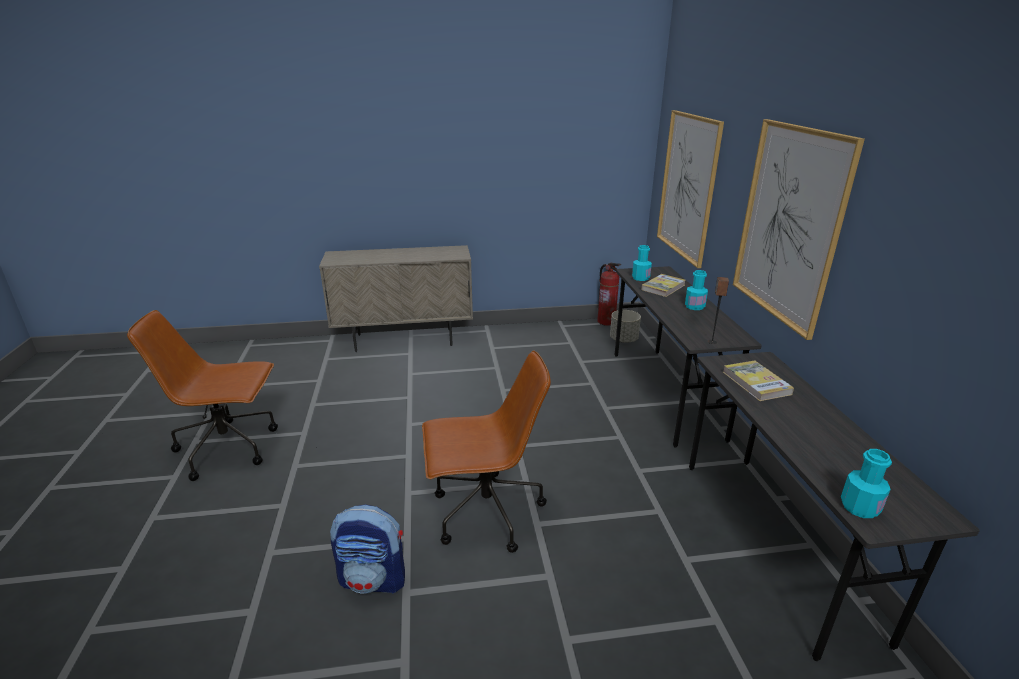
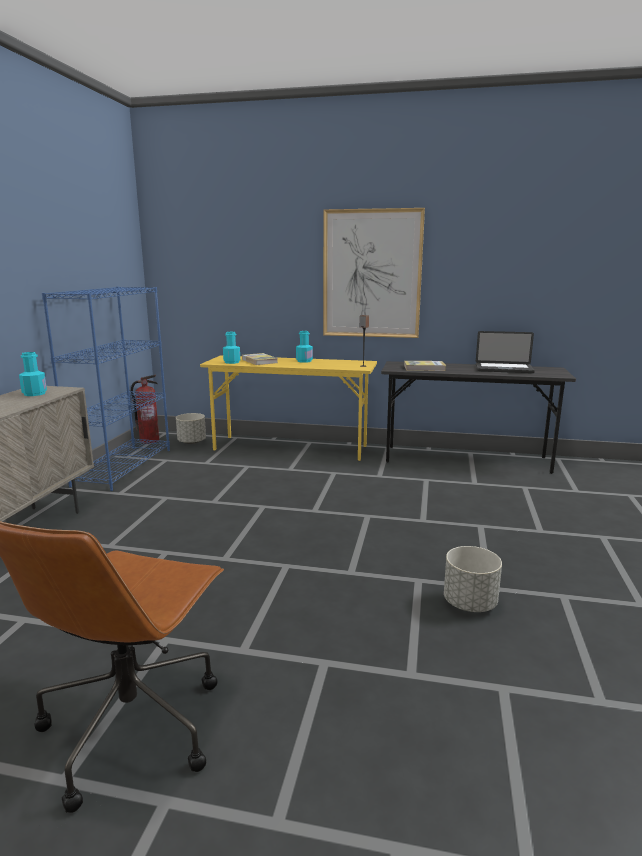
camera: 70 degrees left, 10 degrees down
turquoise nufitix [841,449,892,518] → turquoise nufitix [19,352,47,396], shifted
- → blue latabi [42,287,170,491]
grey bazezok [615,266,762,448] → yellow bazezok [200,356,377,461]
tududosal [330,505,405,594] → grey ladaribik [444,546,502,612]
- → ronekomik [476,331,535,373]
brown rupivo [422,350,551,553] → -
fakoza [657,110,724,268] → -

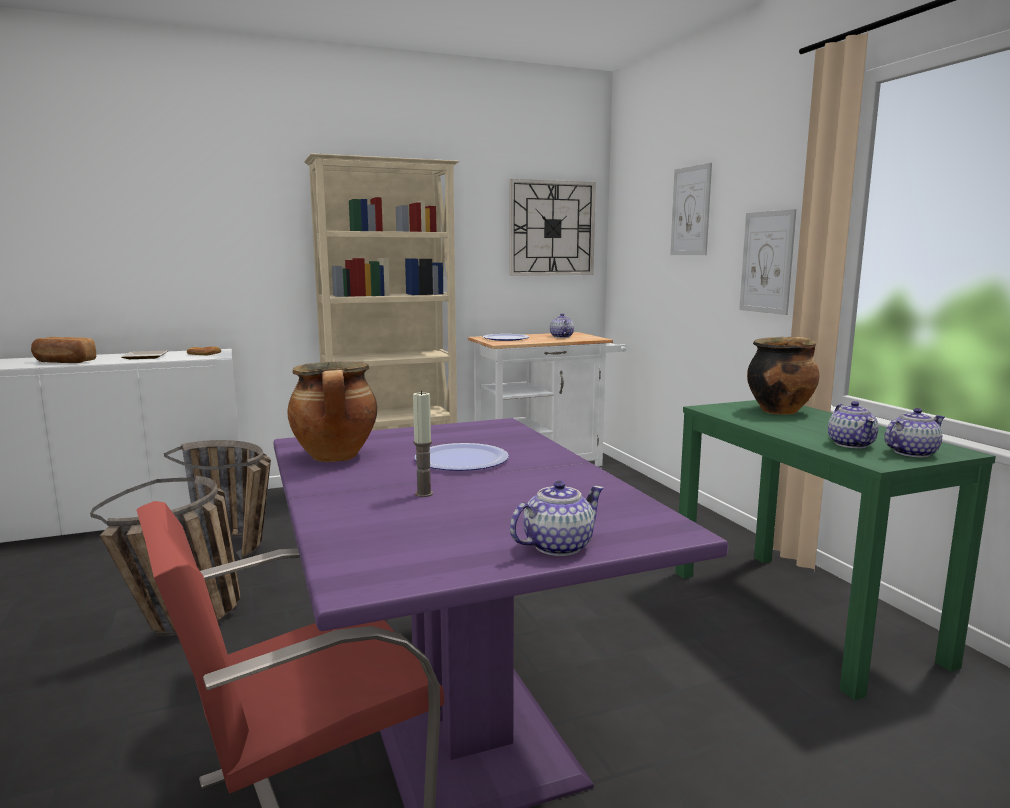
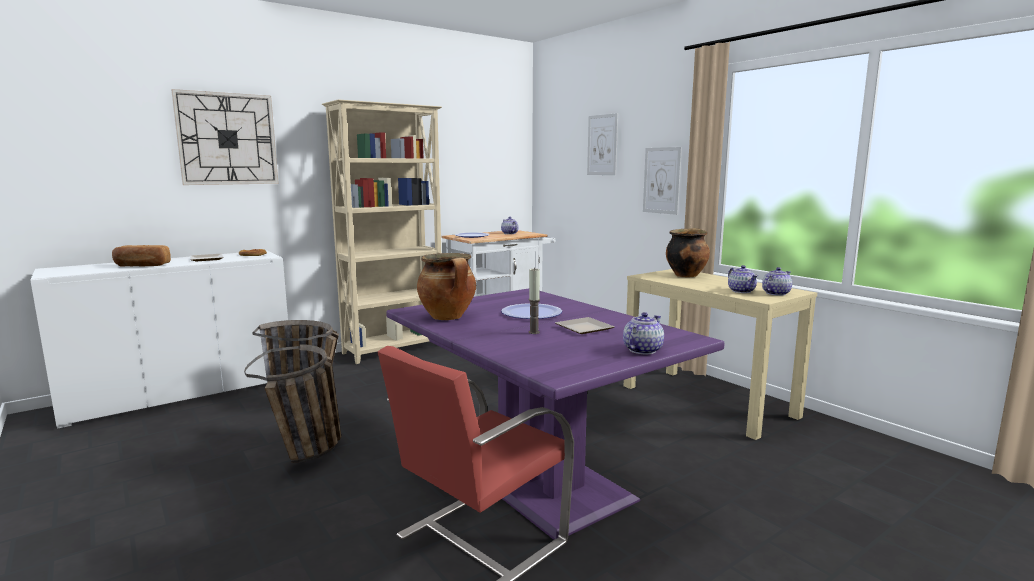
camera: 15 degrees left, 0 degrees up
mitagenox [509,179,596,276] → mitagenox [171,89,279,185], shifted
- → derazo [555,317,614,334]
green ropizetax [675,400,996,700] → beige ropizetax [624,269,817,440]

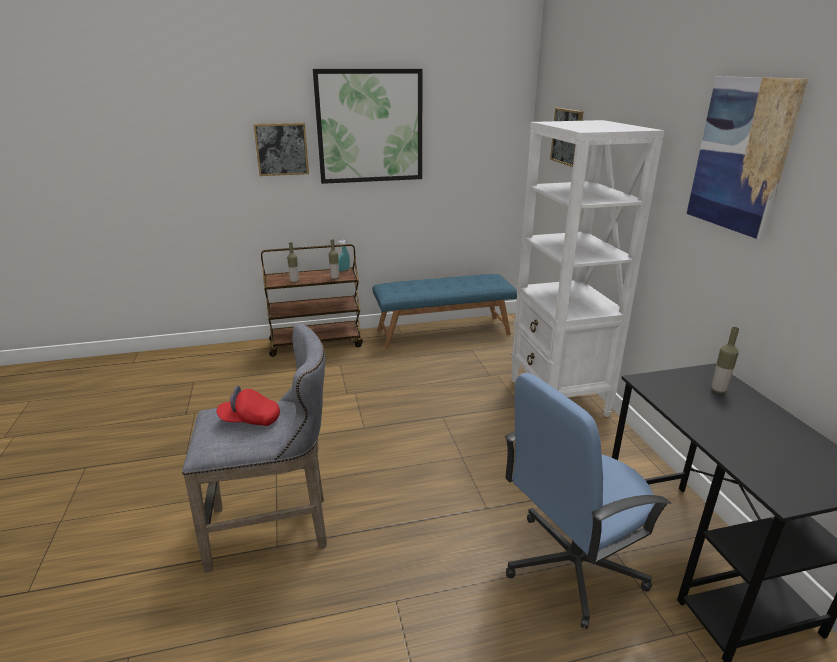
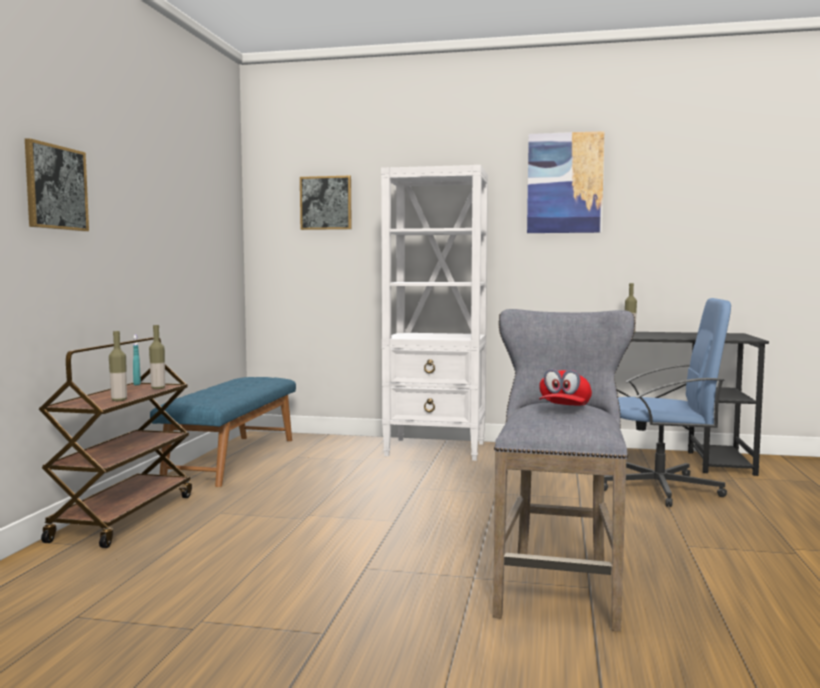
camera: 65 degrees left, 20 degrees down
blue rupivo [505,373,671,629] → blue rupivo [604,298,731,507], 75 degrees counterclockwise
fakoza [313,69,422,184] → -

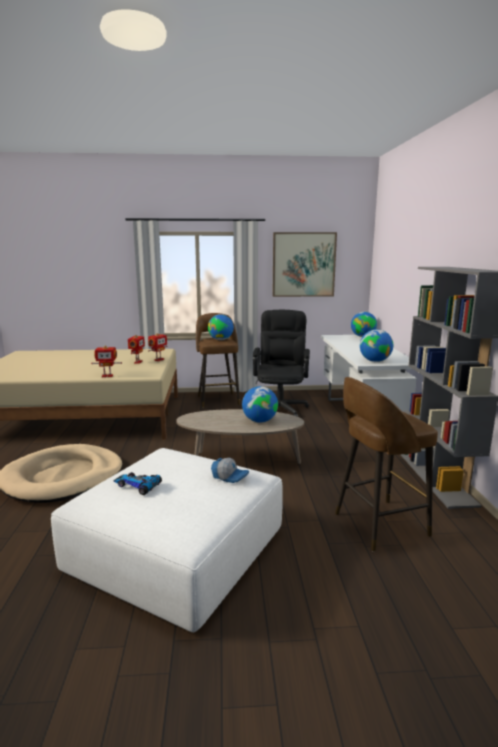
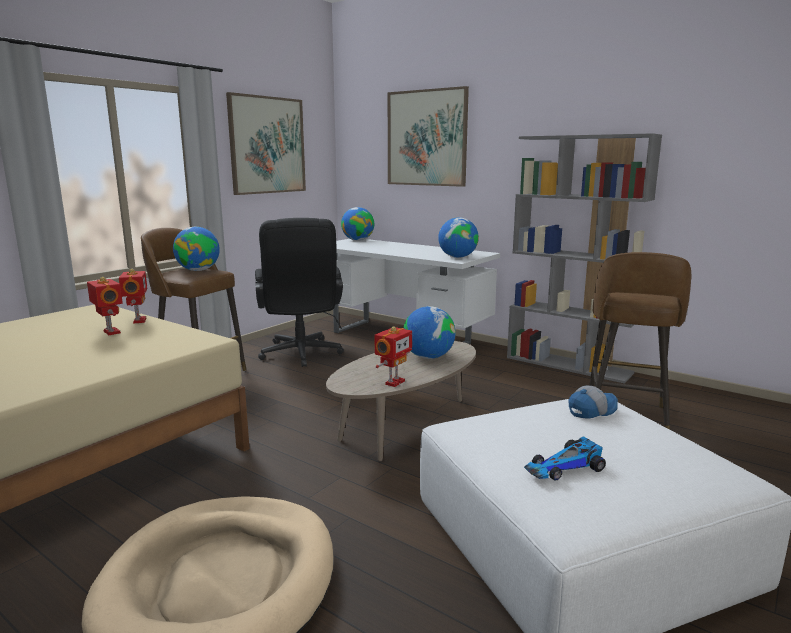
camera: 50 degrees left, 0 degrees up
black rupivo [253,310,310,417] → black rupivo [255,218,344,367], 150 degrees counterclockwise
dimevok [91,345,122,378] → dimevok [375,326,412,387], shifted
- → fakoza [388,86,469,187]

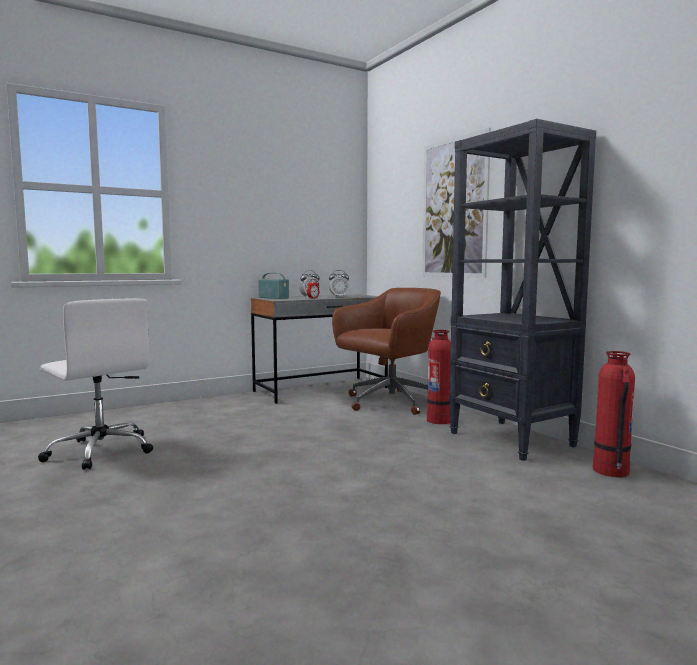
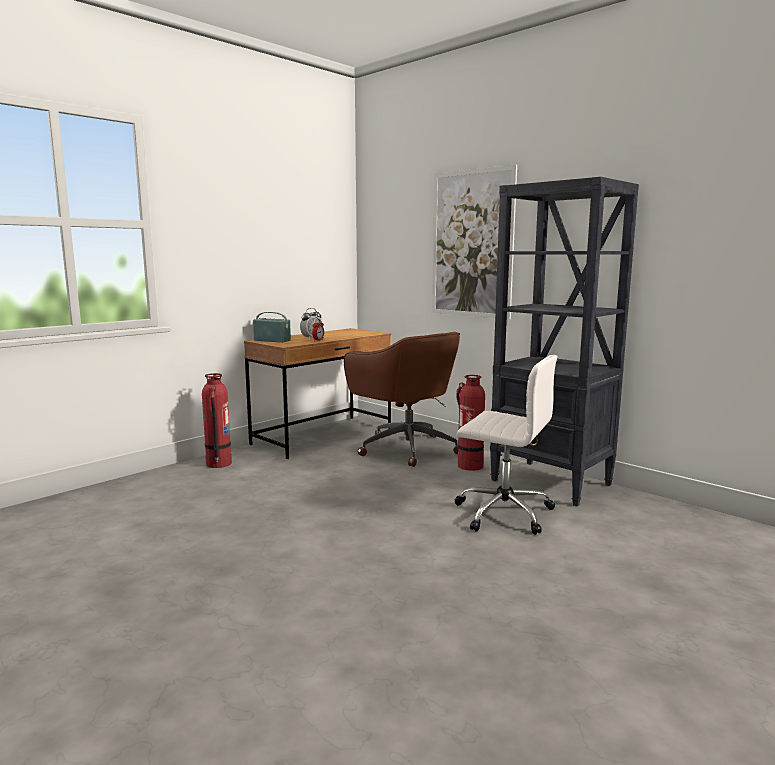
camera: 15 degrees left, 5 degrees up
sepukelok [593,351,635,477] → sepukelok [202,373,232,468], shifted
grey bazezok [251,295,388,404] → brown bazezok [244,328,391,459]
brown rupivo [332,288,441,415] → brown rupivo [344,332,460,467], 105 degrees clockwise
white rupivo [38,298,153,470] → white rupivo [455,355,557,535], shifted
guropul [329,270,349,297] → -

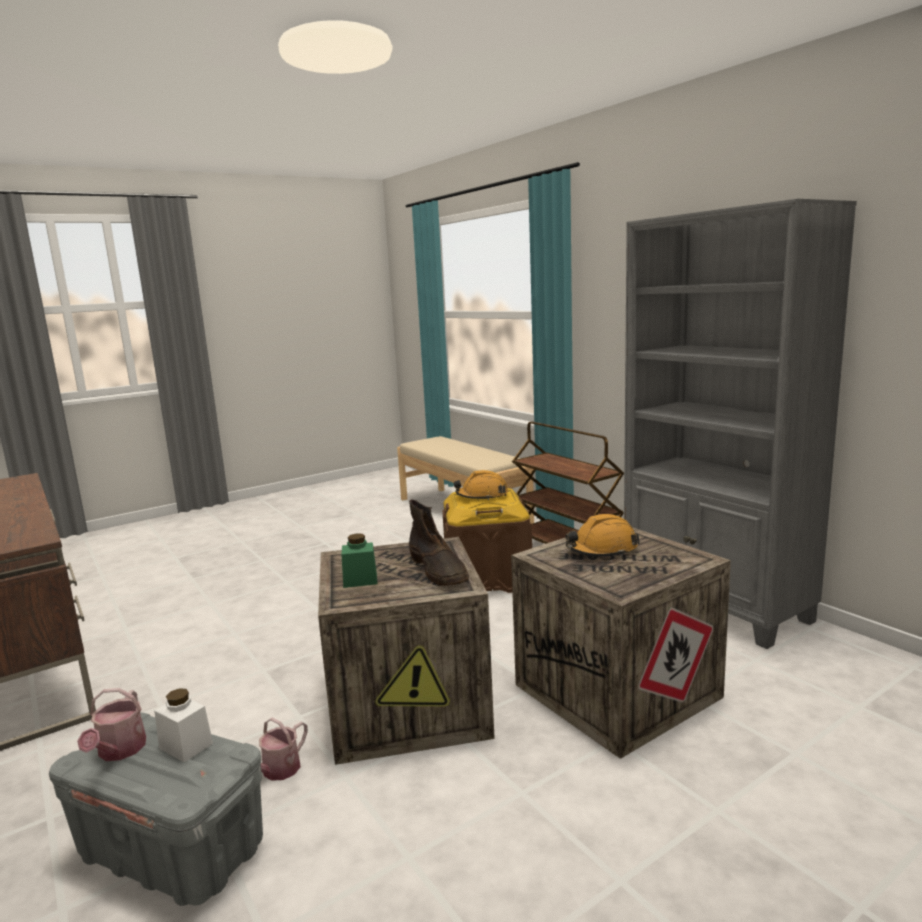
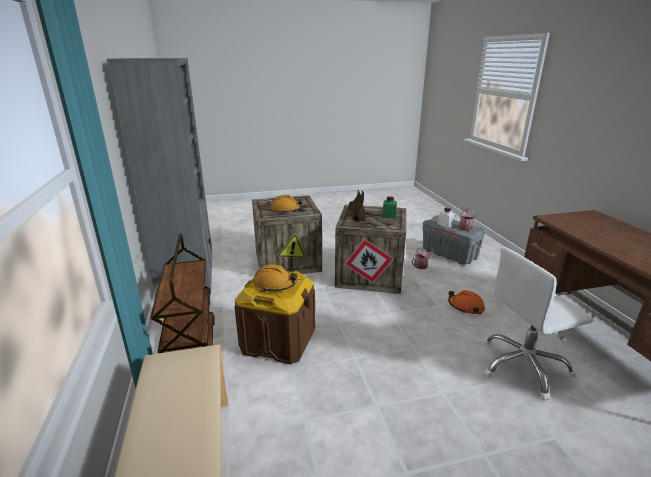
camera: 160 degrees left, 10 degrees up
- → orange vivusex [448,290,485,314]
- → white rupivo [483,247,593,400]

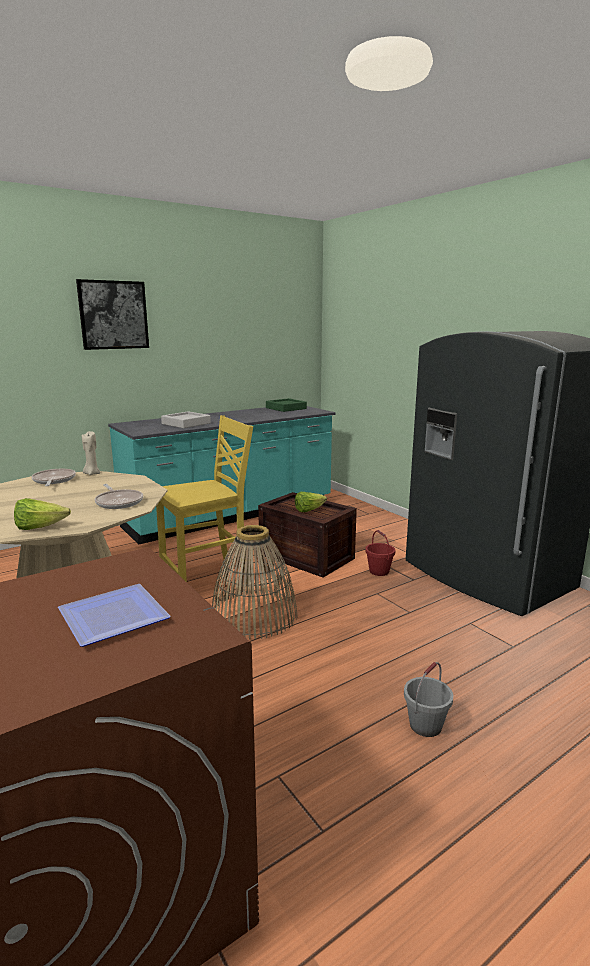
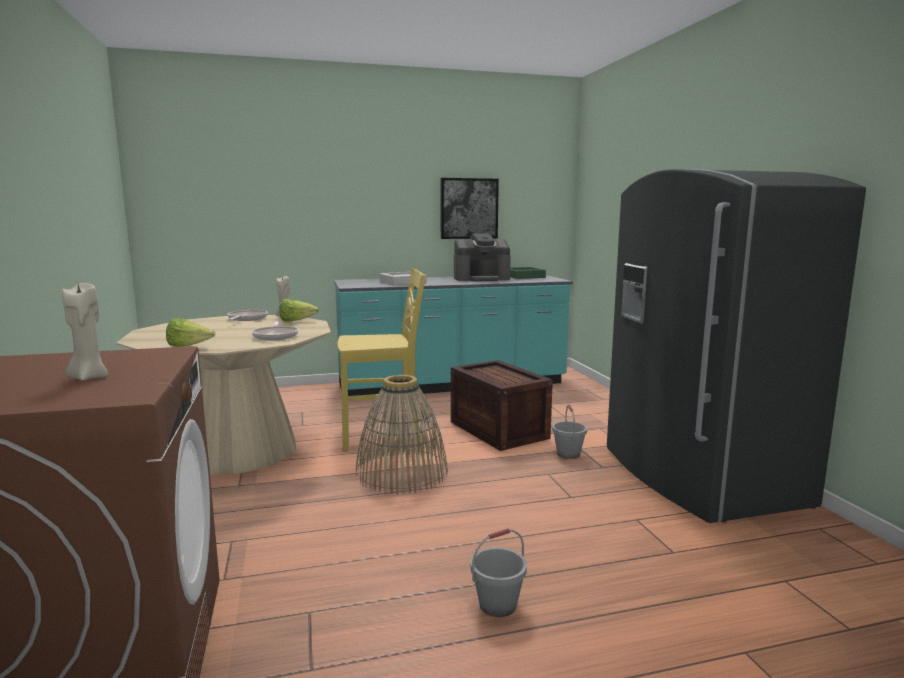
camera: 20 degrees right, 5 degrees down
derazo [58,584,171,647] → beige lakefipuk [62,283,109,381]
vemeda [295,492,327,512] → vemeda [279,299,319,322], shifted
fakoza [76,279,149,350] → fakoza [440,178,499,239], shifted
- → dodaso [454,233,511,281]
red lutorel [365,530,395,576] → grey lutorel [552,405,587,459]

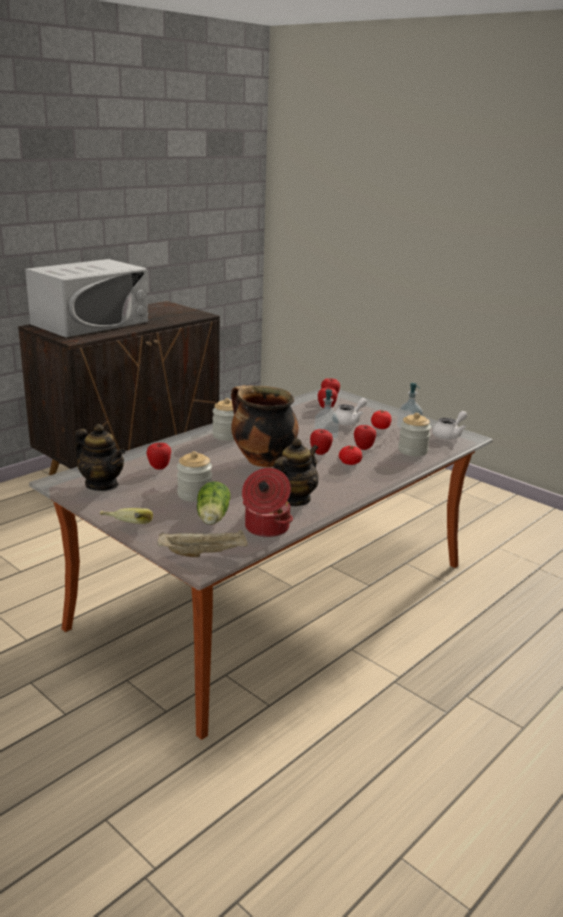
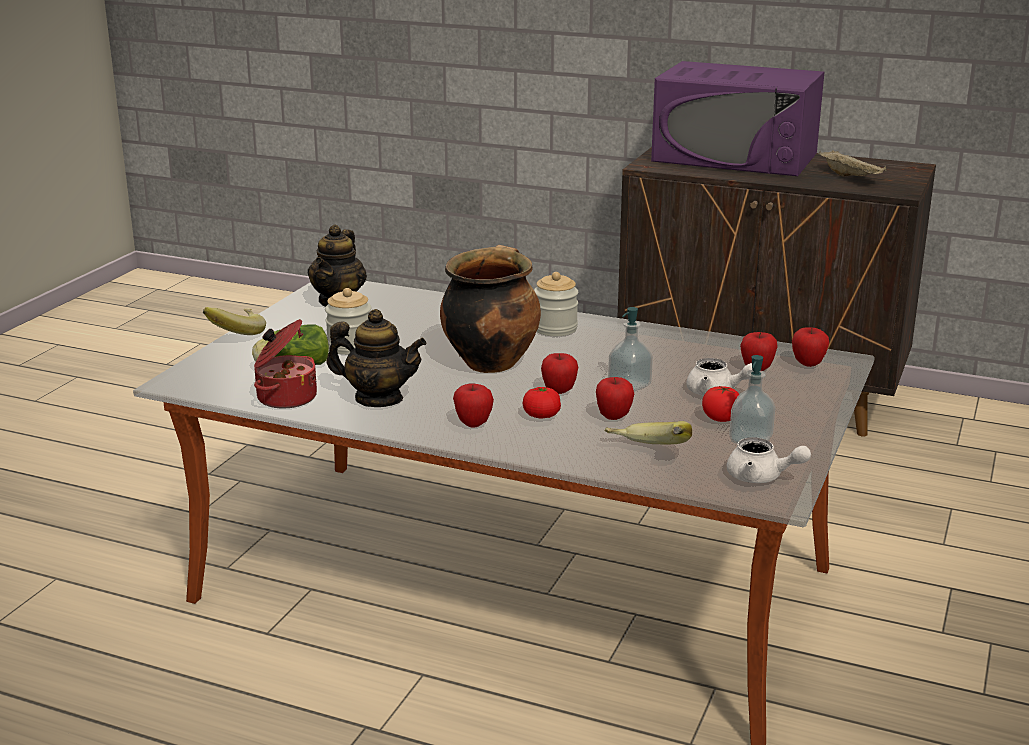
camera: 70 degrees right, 0 degrees up
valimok [146,443,171,470] → valimok [453,384,494,428], shifted
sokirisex [398,413,431,456] → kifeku [605,421,692,445]
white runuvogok [25,259,148,338] → purple runuvogok [651,61,824,176]
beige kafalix [157,530,248,557] → beige kafalix [819,150,886,177], shifted

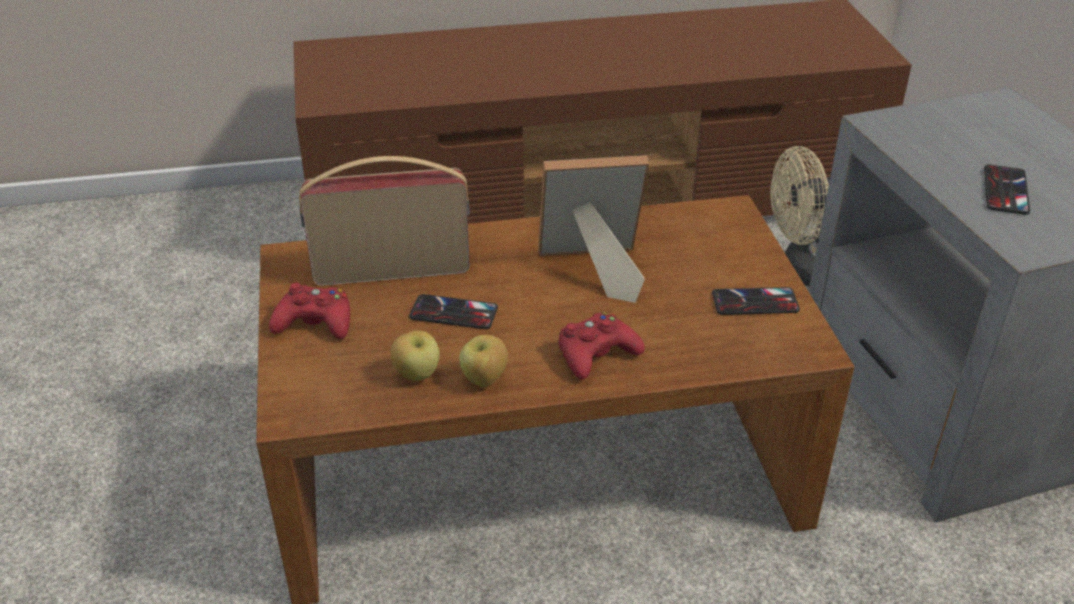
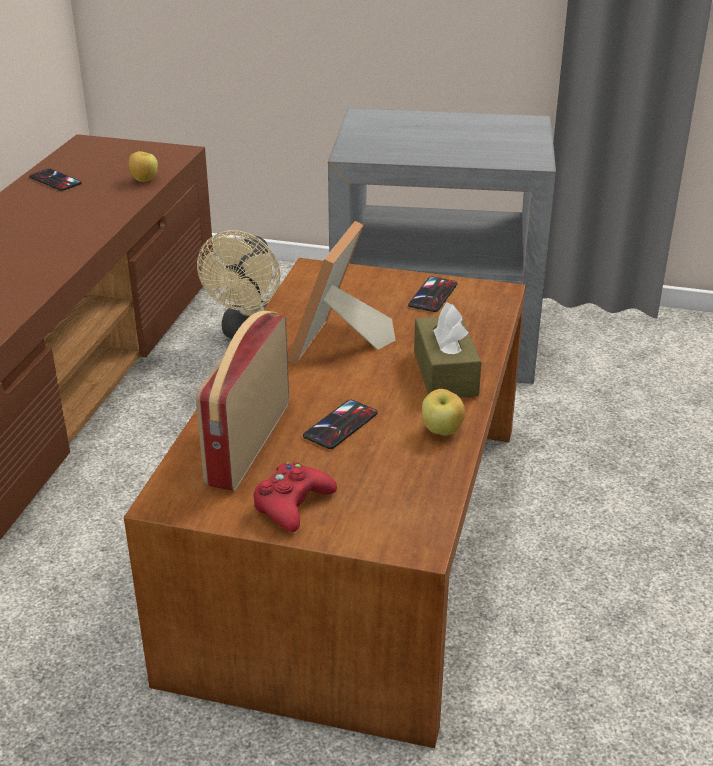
camera: 65 degrees left, 5 degrees down
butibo [984,164,1030,215] → butibo [29,168,82,191], shifted
valimok [391,331,440,381] → valimok [129,151,158,182], shifted
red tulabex [559,312,645,379] → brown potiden [414,302,481,397]

